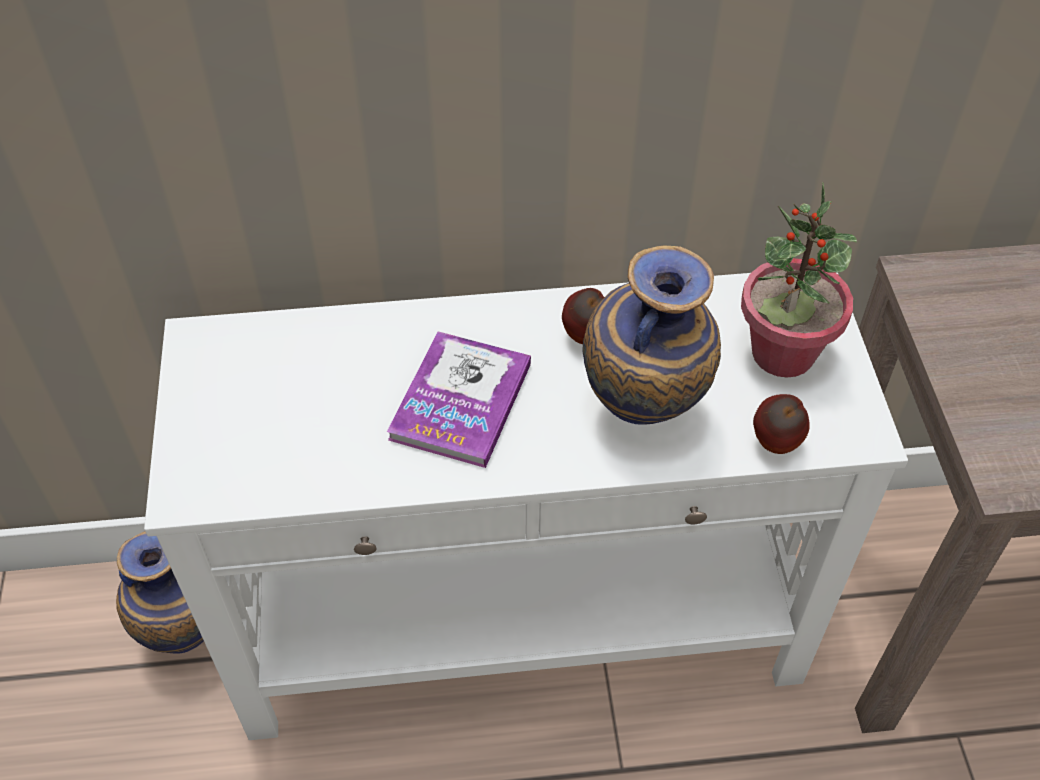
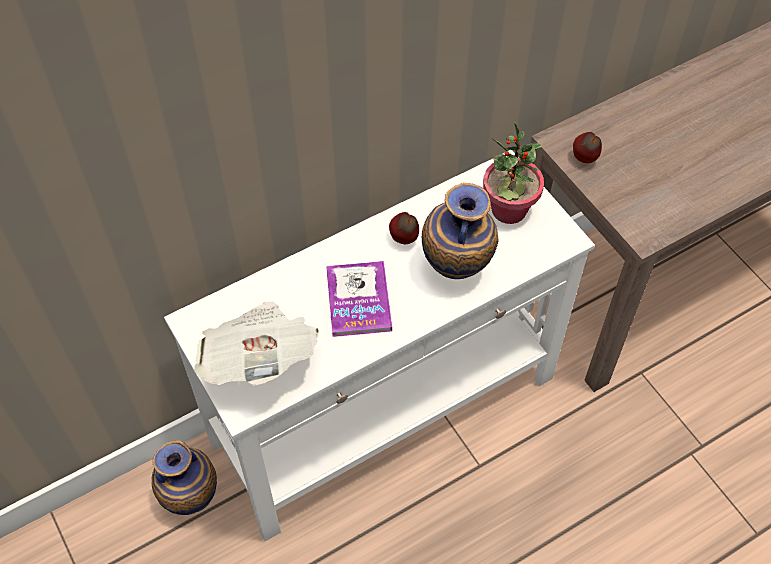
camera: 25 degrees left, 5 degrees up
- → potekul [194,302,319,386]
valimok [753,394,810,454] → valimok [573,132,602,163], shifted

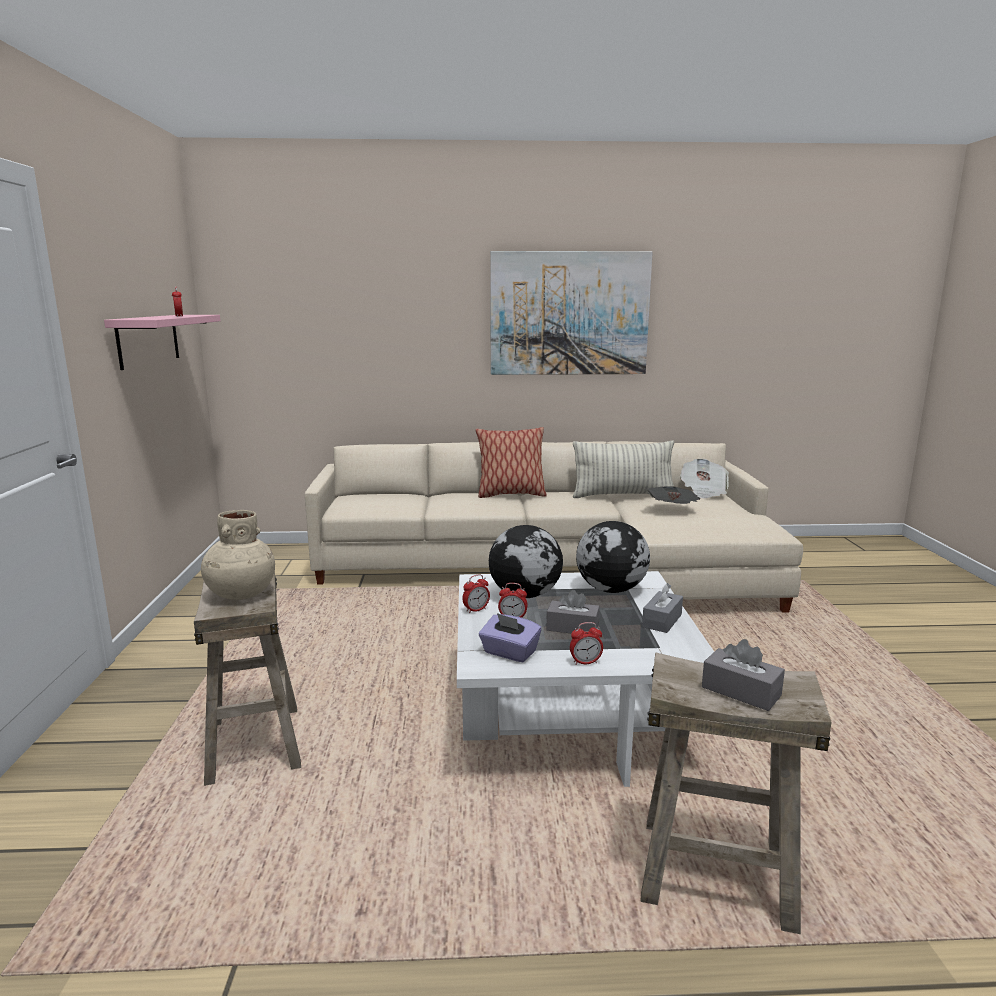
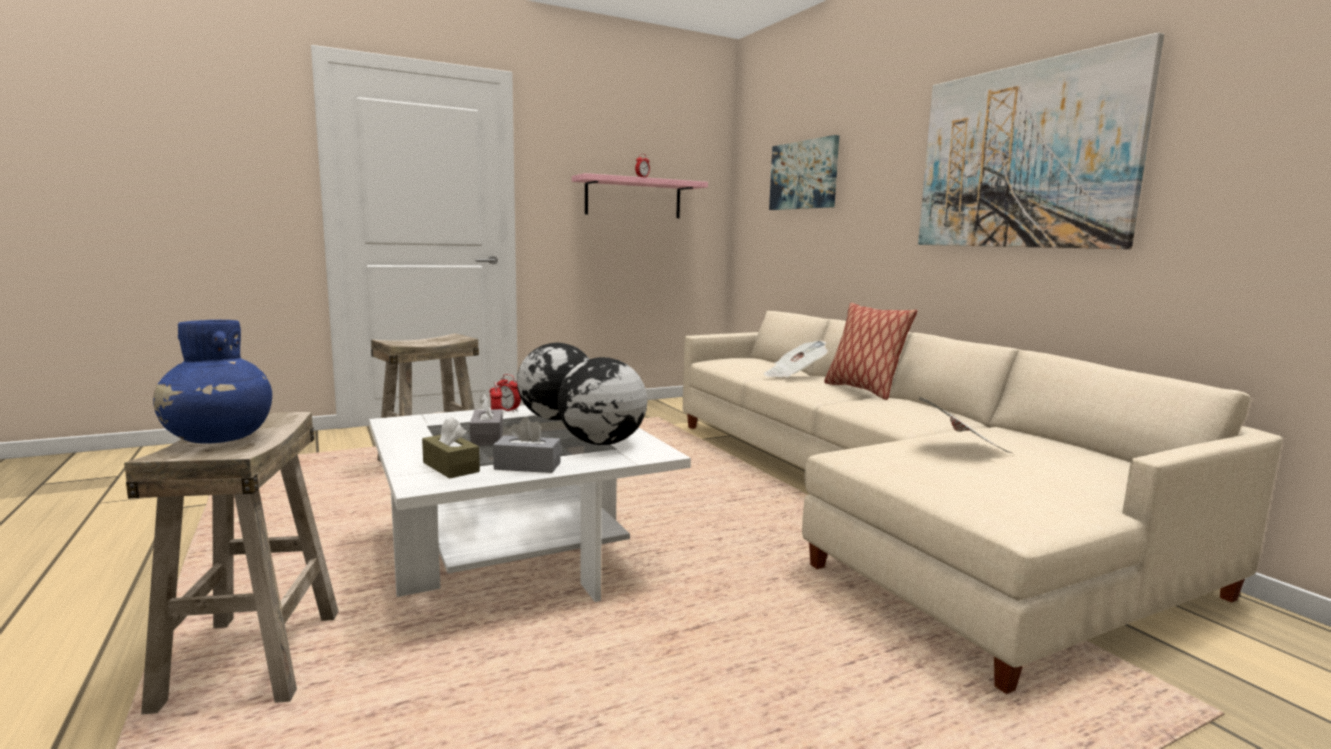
camera: 65 degrees right, 5 degrees down
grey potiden [702,639,785,711] → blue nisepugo [153,320,272,444]
- → brown potiden [422,417,480,479]
potekul [680,459,729,498] → potekul [764,341,828,377], shifted
- → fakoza [769,135,839,210]
beige nisepugo [201,510,275,600] → -
purple potiden [479,613,541,662] → -
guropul [570,622,603,665] → -
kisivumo [573,441,674,498] → -

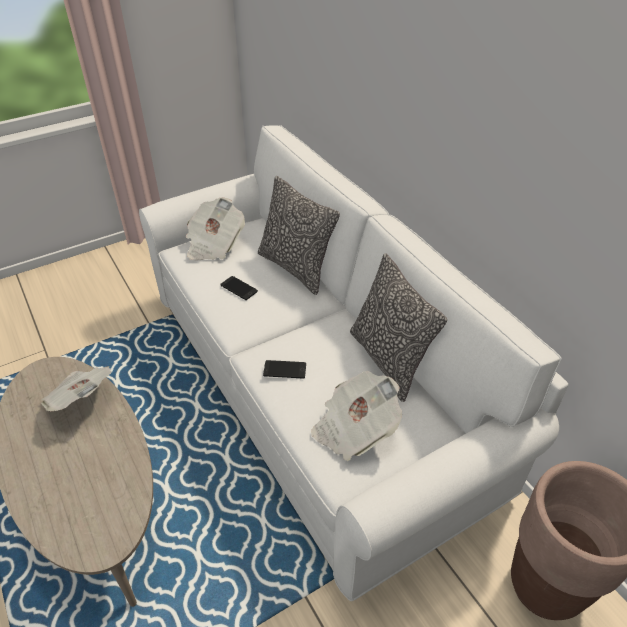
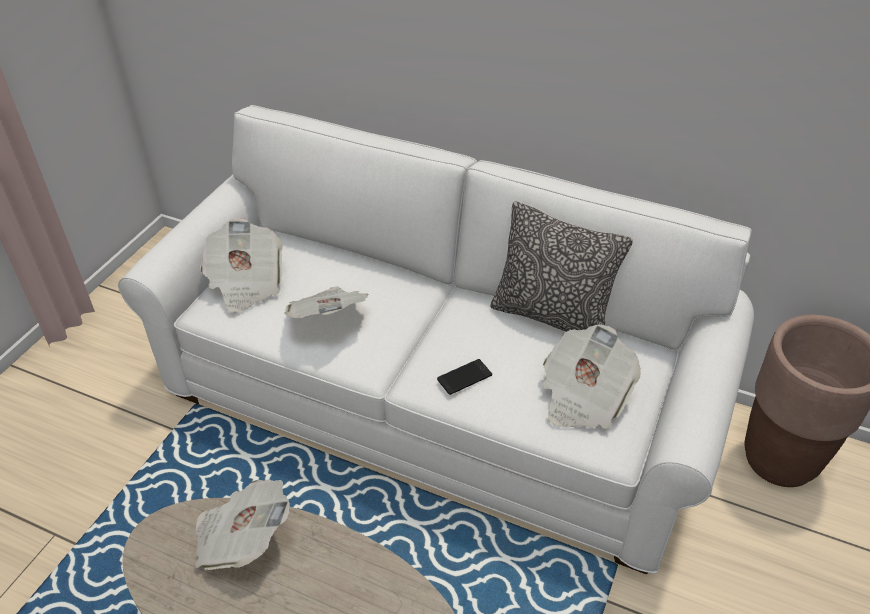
camera: 35 degrees left, 0 degrees up
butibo [220,276,258,300] → potekul [284,287,369,318]
kisivumo [258,176,340,295] → -

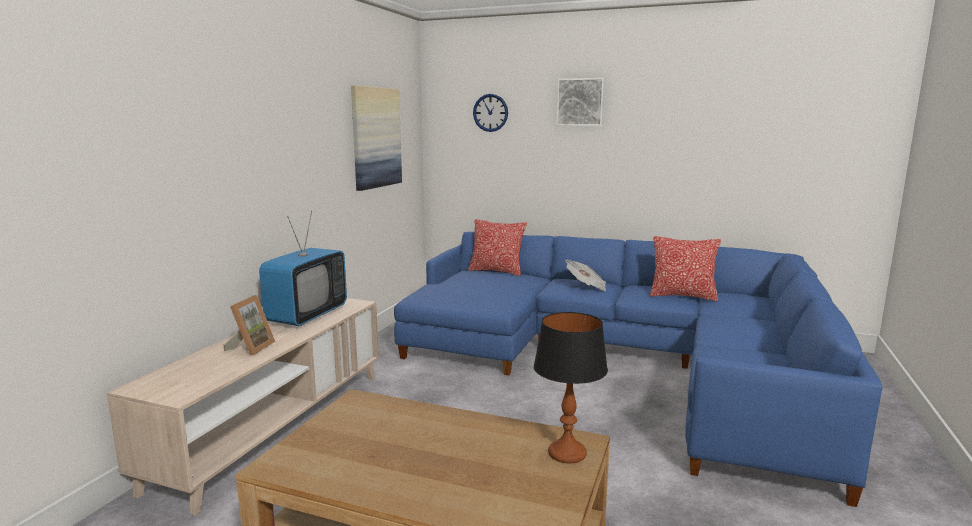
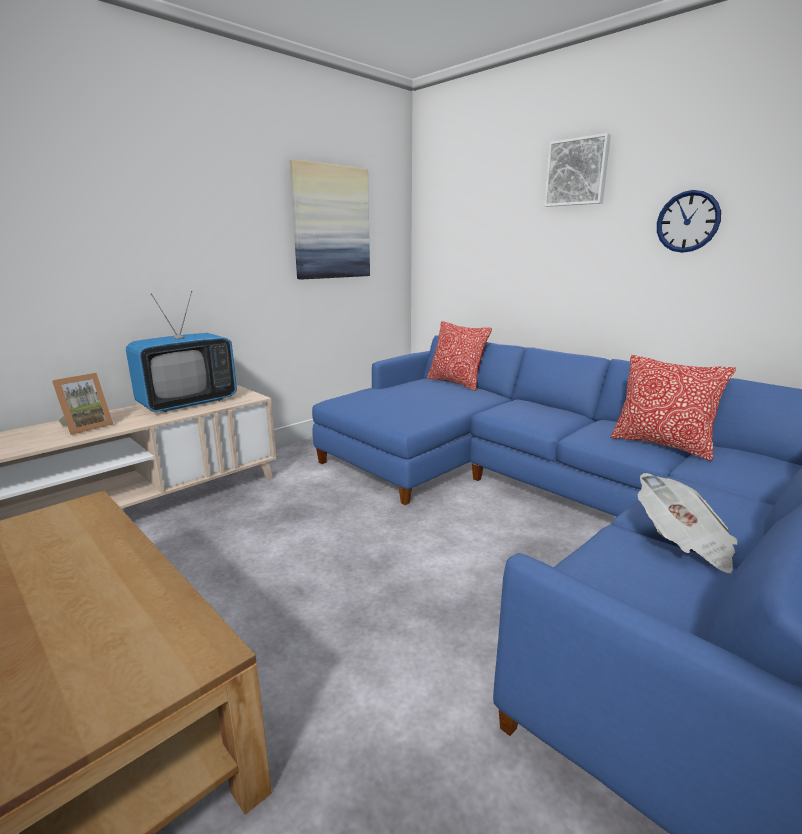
camera: 25 degrees right, 5 degrees up
potekul [565,260,606,291] → potekul [637,473,738,573], shifted
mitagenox [473,94,508,132] → mitagenox [657,190,721,253], shifted
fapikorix [534,312,608,464] → -

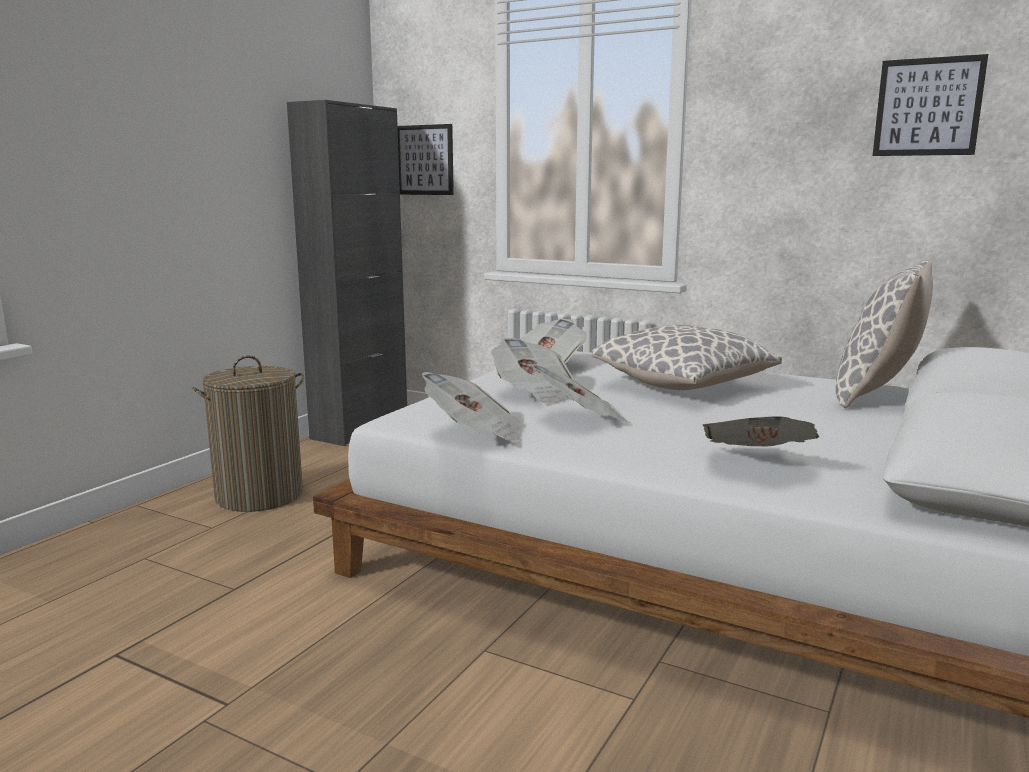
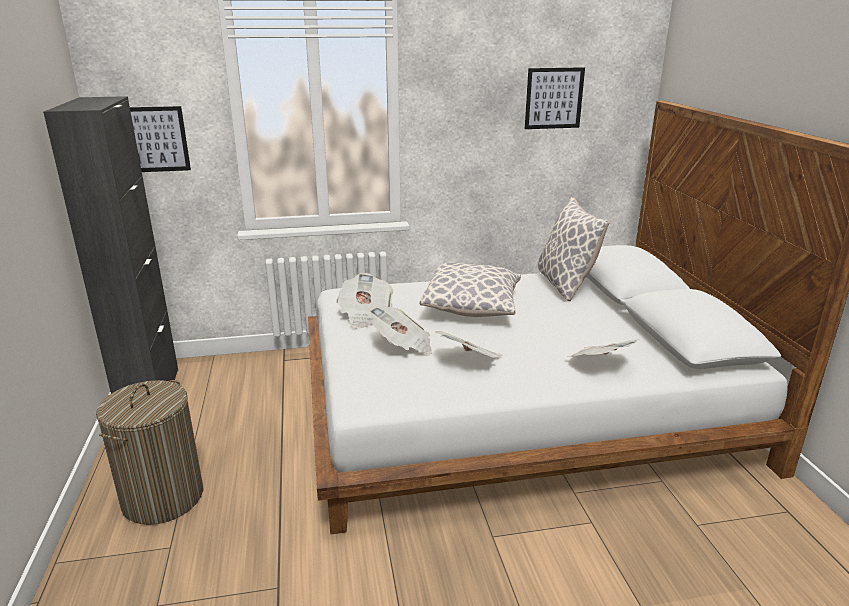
camera: 40 degrees left, 10 degrees up
potekul [422,372,521,443] → -

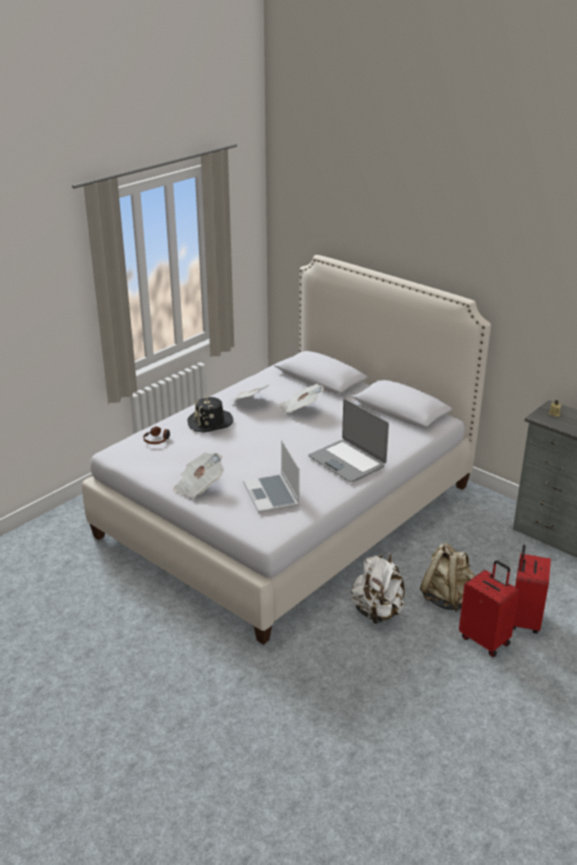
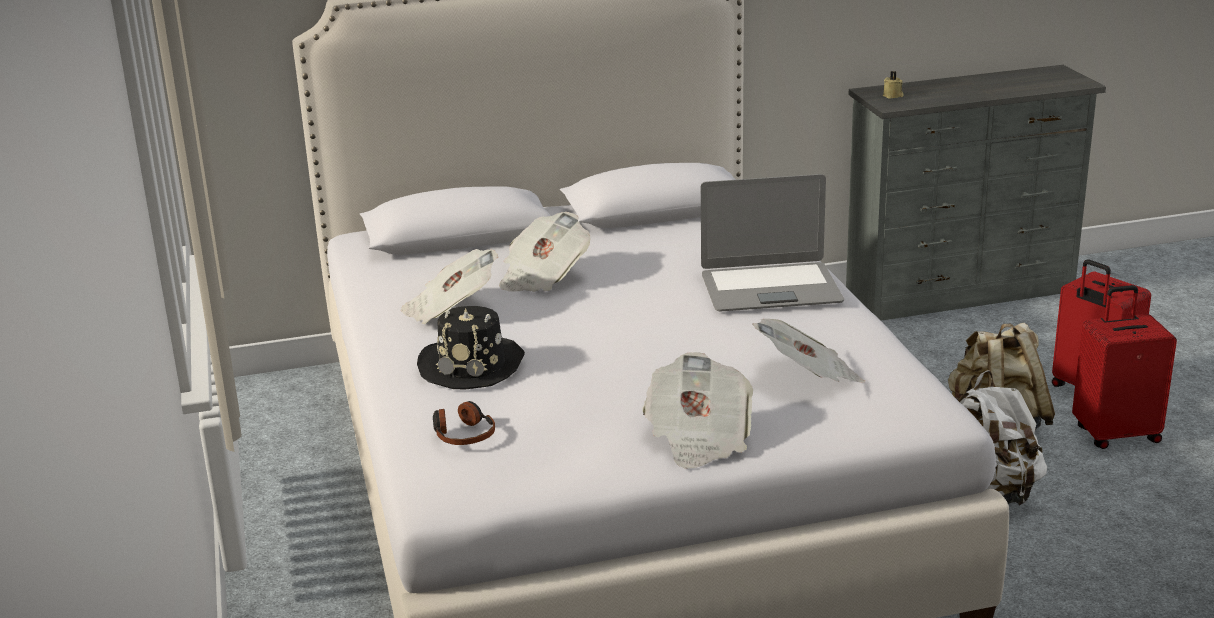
camera: 55 degrees left, 5 degrees down
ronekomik [243,440,300,513] → potekul [752,319,865,382]

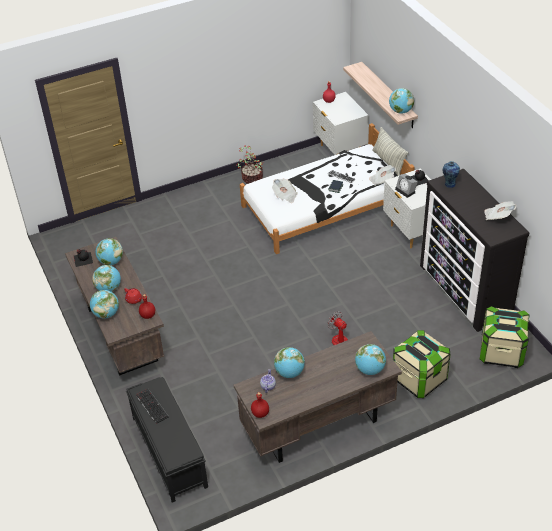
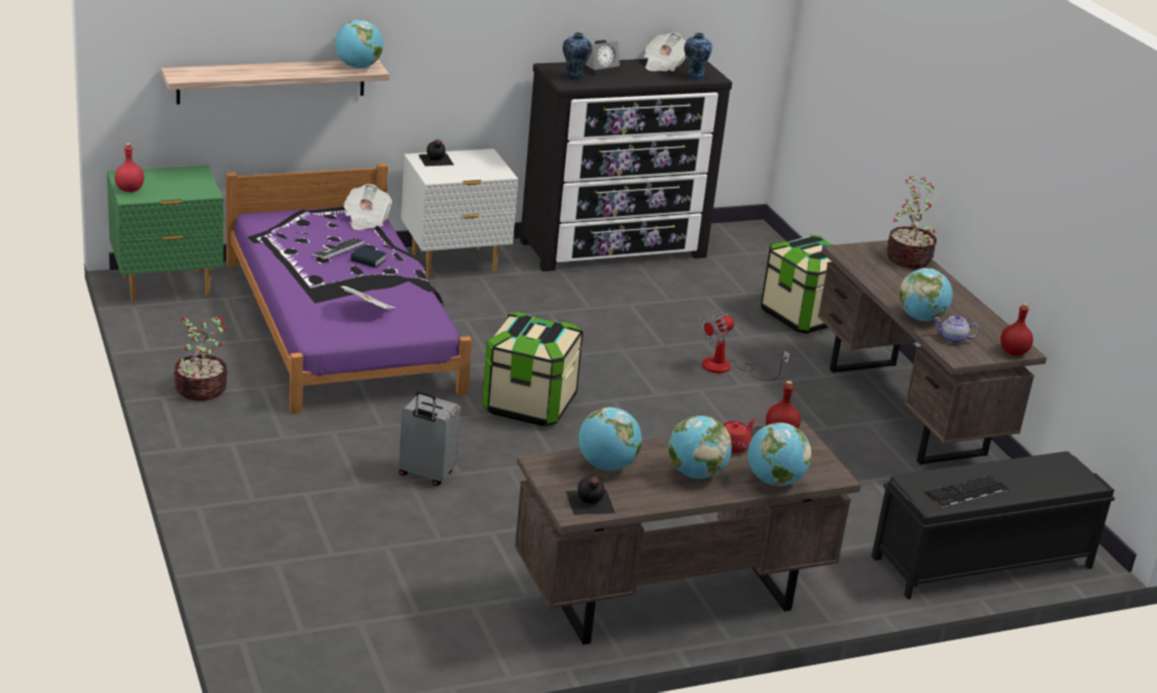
camera: 90 degrees left, 15 degrees down
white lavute [313,92,368,155] → green lavute [107,165,223,302]
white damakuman [240,123,415,254] → purple damakuman [226,163,472,414]
- → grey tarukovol [399,391,461,486]
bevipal [480,306,530,368] → bevipal [482,312,583,426], shifted
guropul [395,174,418,198] → guropul [584,40,620,76], shifted
- → nisepugo [684,33,712,81]
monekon [355,344,386,375] → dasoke [886,176,937,269]
kisivumo [372,127,408,176] → -

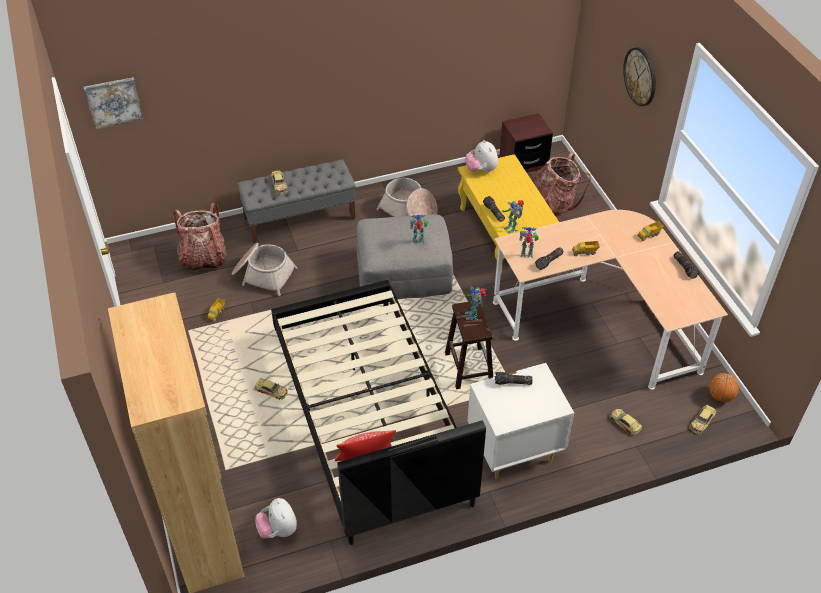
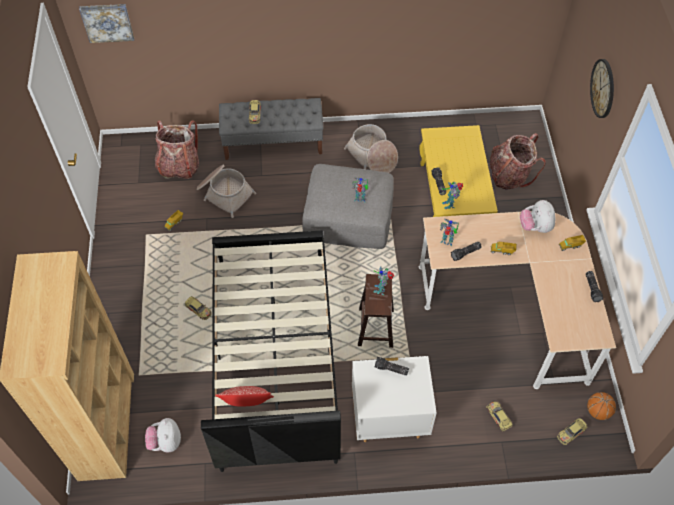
camera: 15 degrees right, 10 degrees up
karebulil [465,140,498,173] → karebulil [520,200,555,233], shifted
brown lavute [499,113,553,173] → -

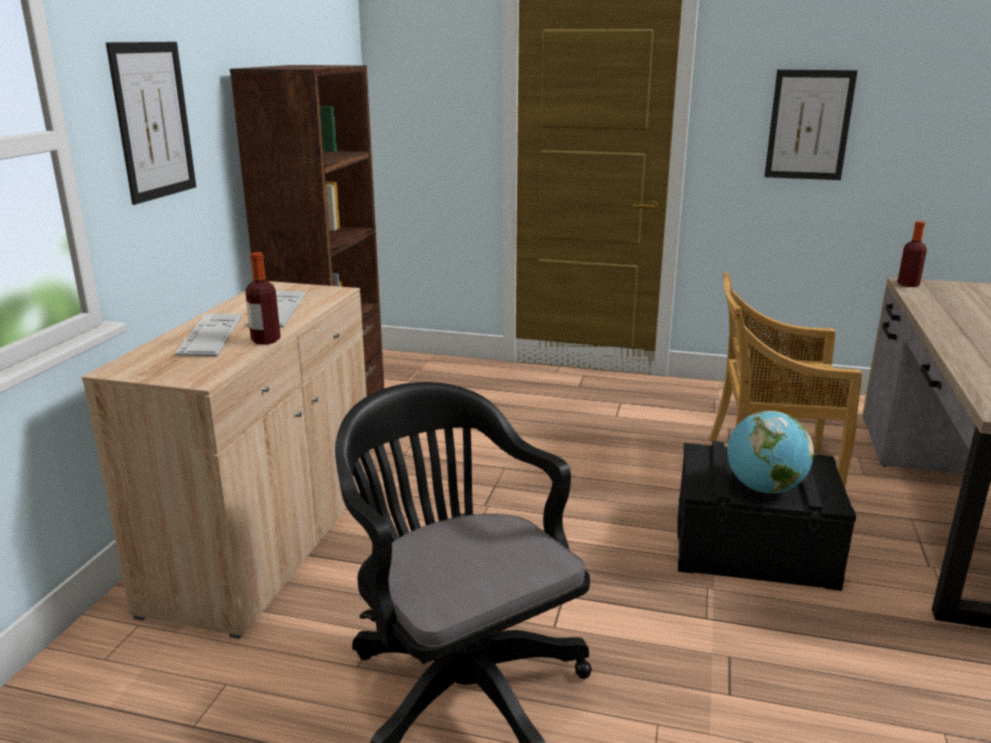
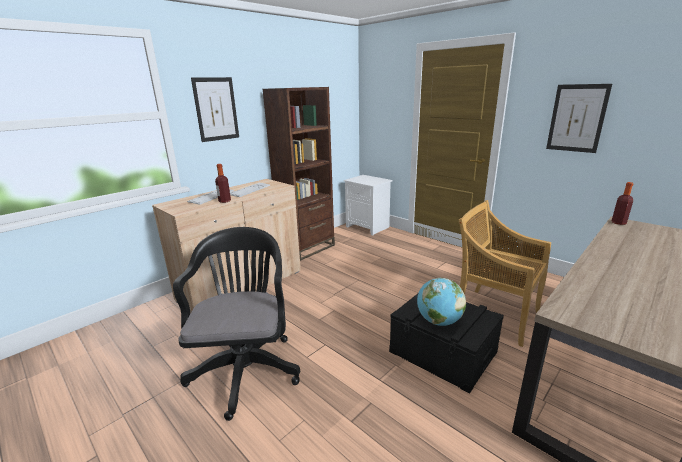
camera: 30 degrees right, 0 degrees up
- → white lavute [344,175,393,236]

